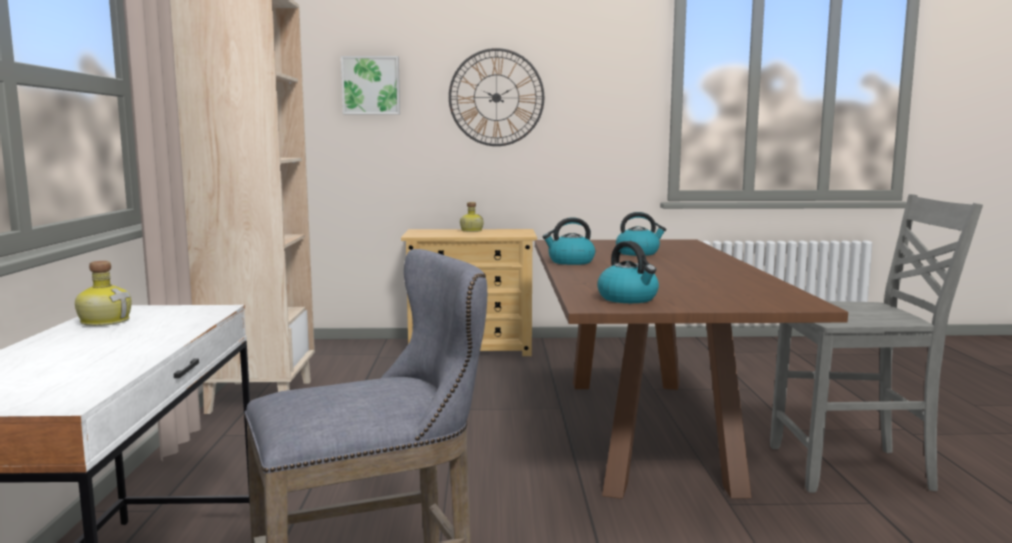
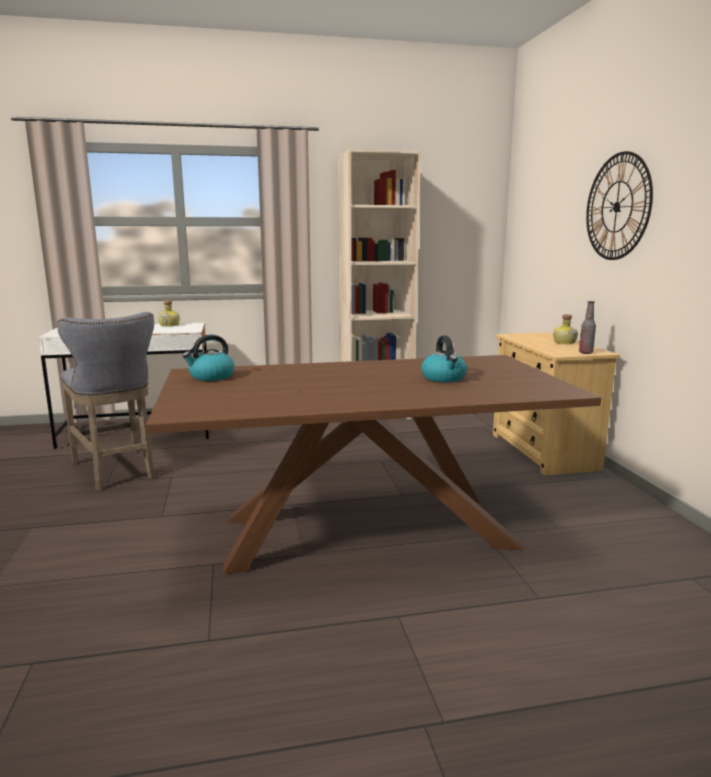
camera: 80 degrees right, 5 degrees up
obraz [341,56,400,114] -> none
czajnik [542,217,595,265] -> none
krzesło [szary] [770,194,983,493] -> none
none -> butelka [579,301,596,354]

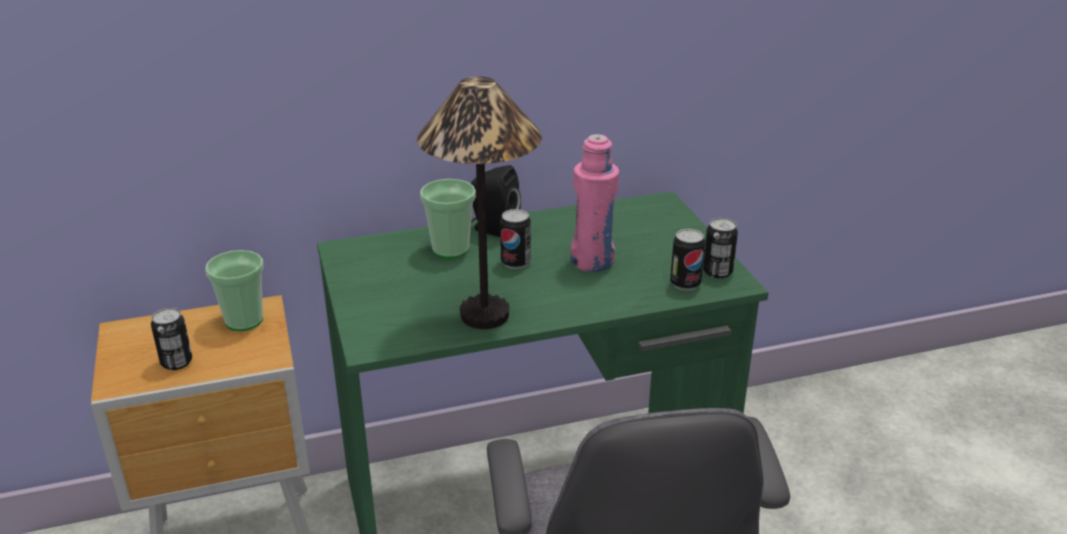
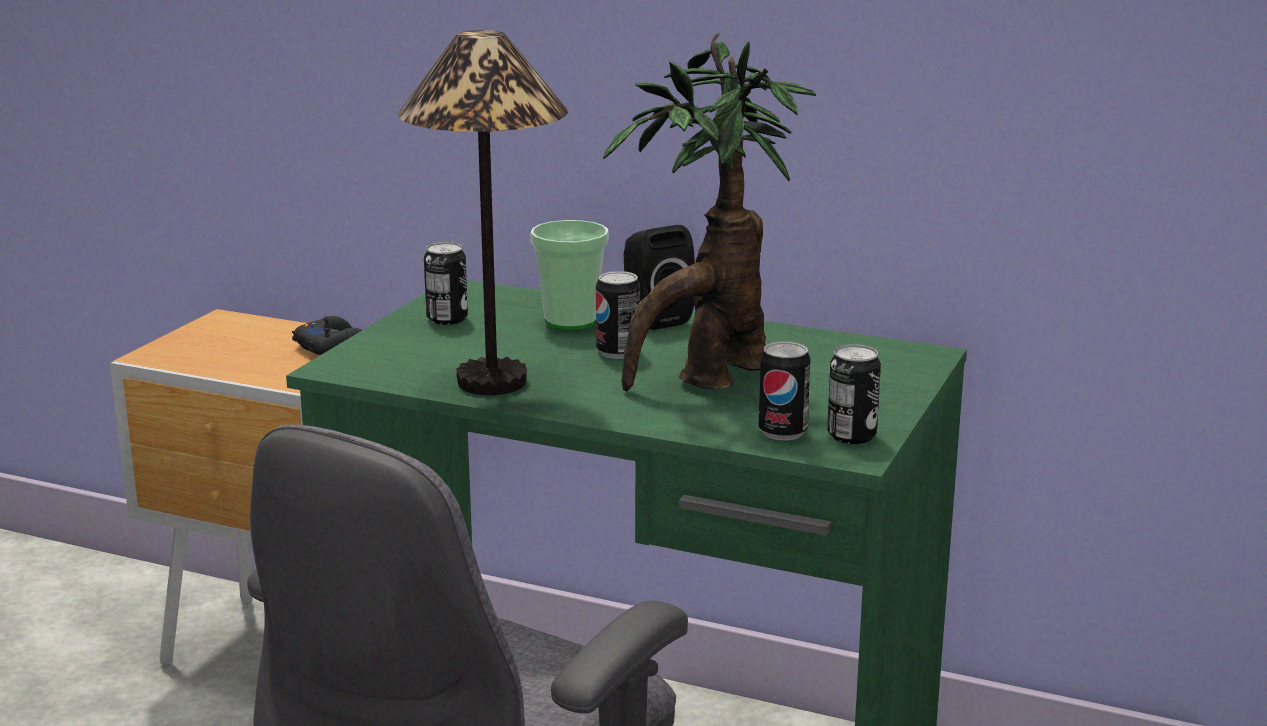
camera: 40 degrees right, 10 degrees down
puszka [151,308,192,370] -> puszka [424,242,468,325], shifted
filiżanka [205,250,264,331] -> pad do gier [czarny] [292,316,362,355]
butelka [różowy] [571,134,619,272] -> roślina doniczkowa [603,33,816,392]

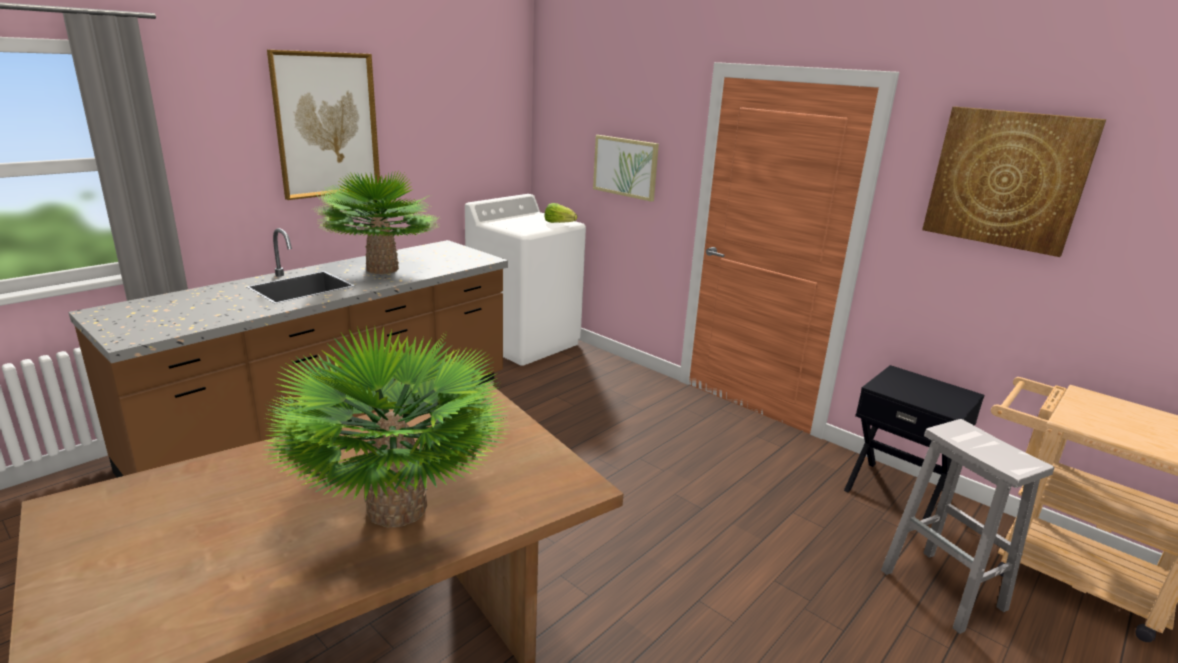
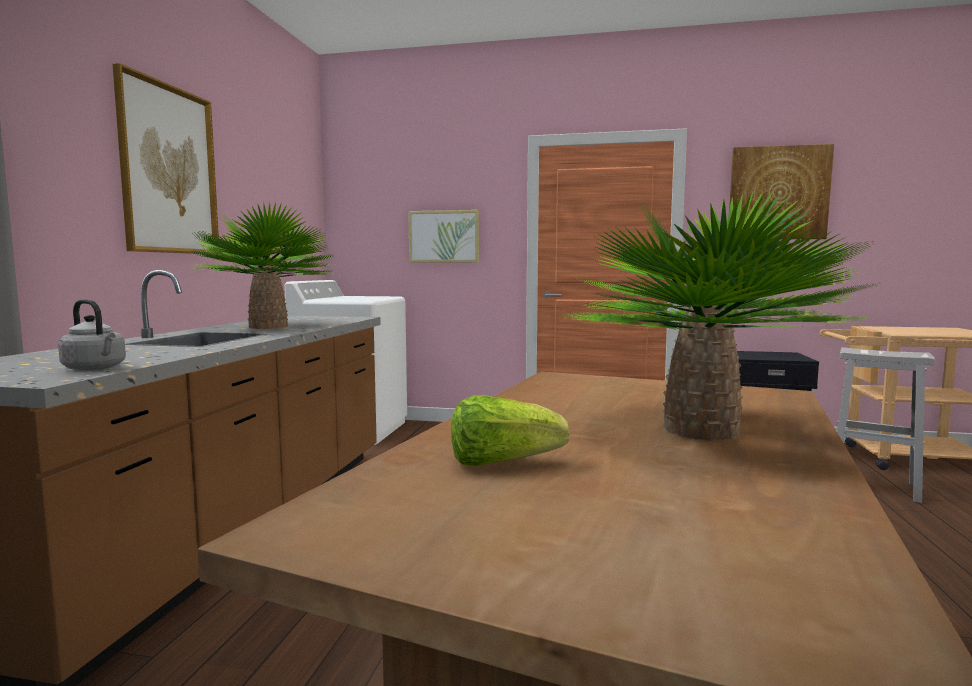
camera: 30 degrees left, 15 degrees down
none -> czajnik [szary] [58,299,126,370]
sałata [544,203,577,223] -> sałata [452,395,569,466], shifted

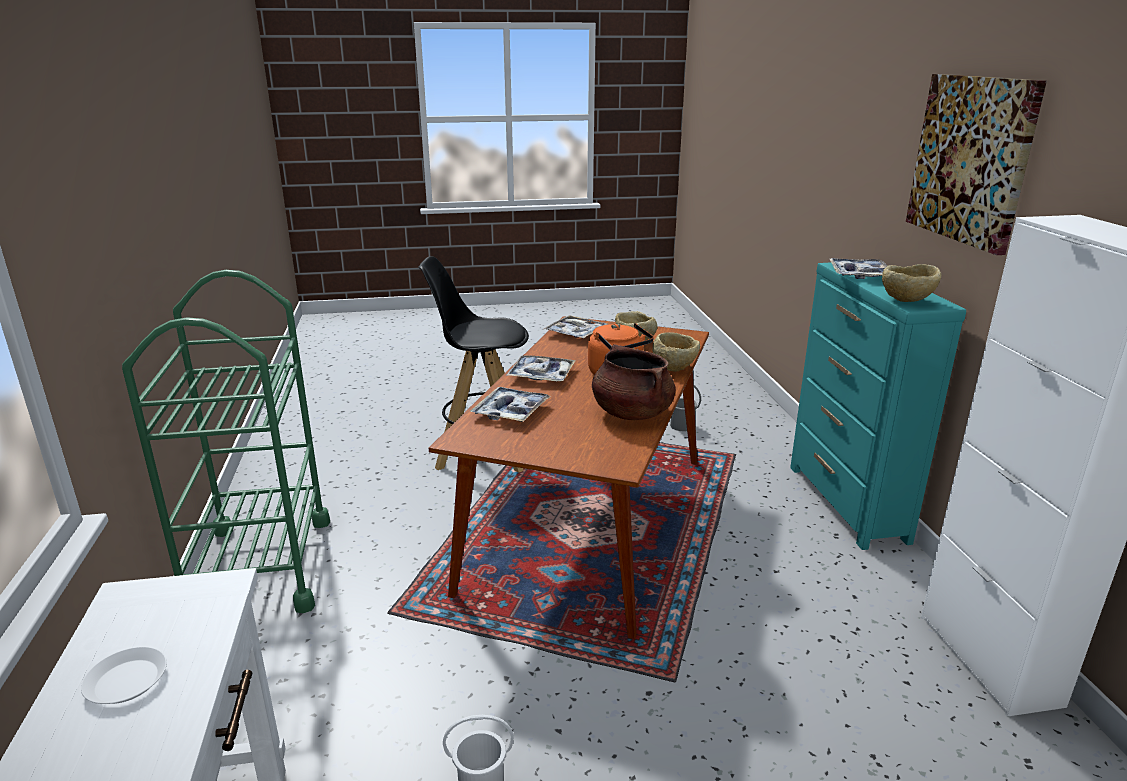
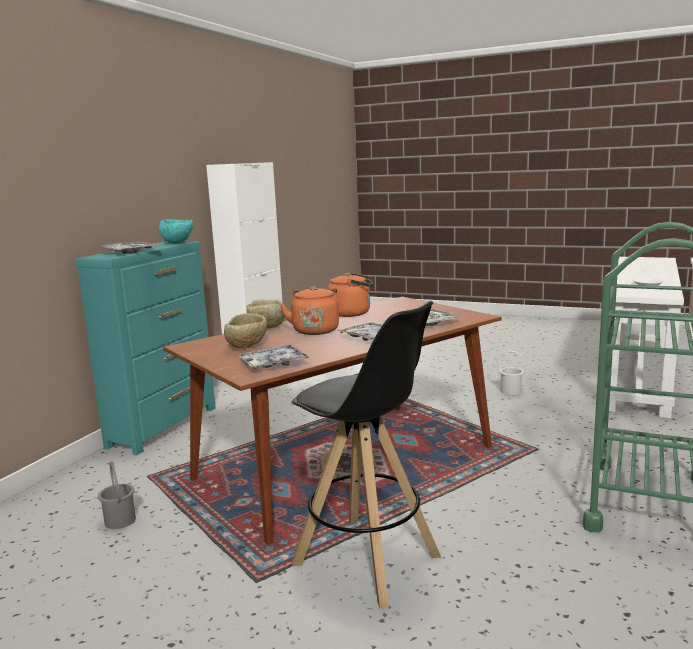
camera: 145 degrees left, 10 degrees down
obraz [906,74,1047,255] -> none
garnek [brązowy] [592,344,675,420] -> czajnik [pomarańczowy] [327,272,373,317]
miska [beżowy] [882,264,941,302] -> miska [turkusowy] [159,219,193,244]

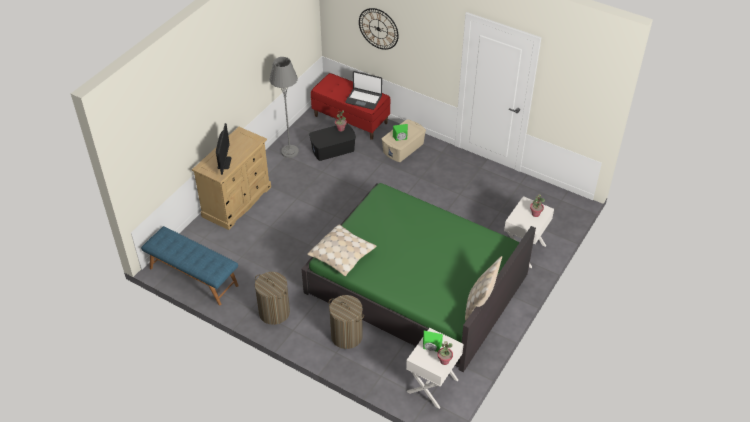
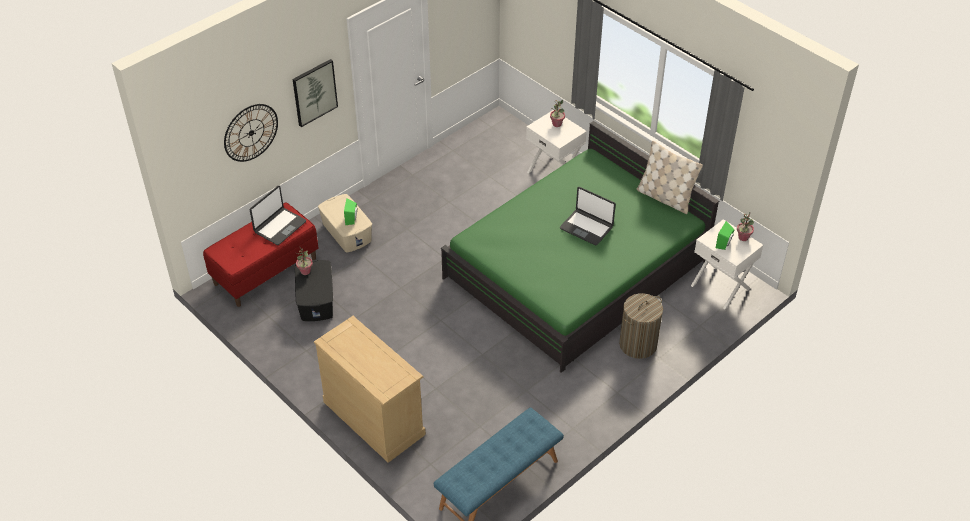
camera: 75 degrees left, 0 degrees up
monitor [216,123,231,175] -> none
kosz na pranie [255,272,290,325] -> none
lampa stojąca [szary] [269,57,299,158] -> none
poduszka [beżowy] [307,224,377,276] -> none
none -> obraz [292,59,338,127]
none -> laptop [560,187,616,245]

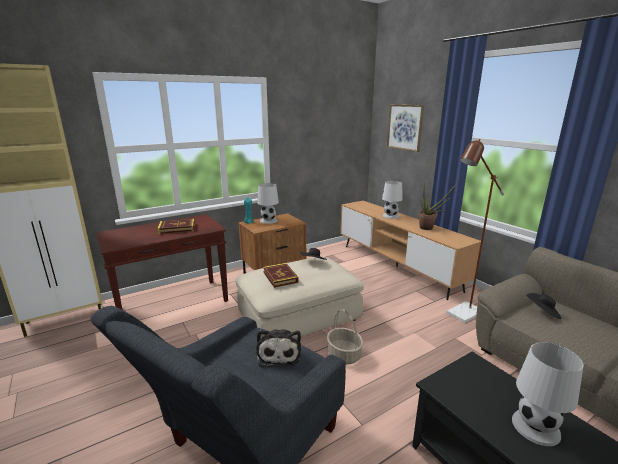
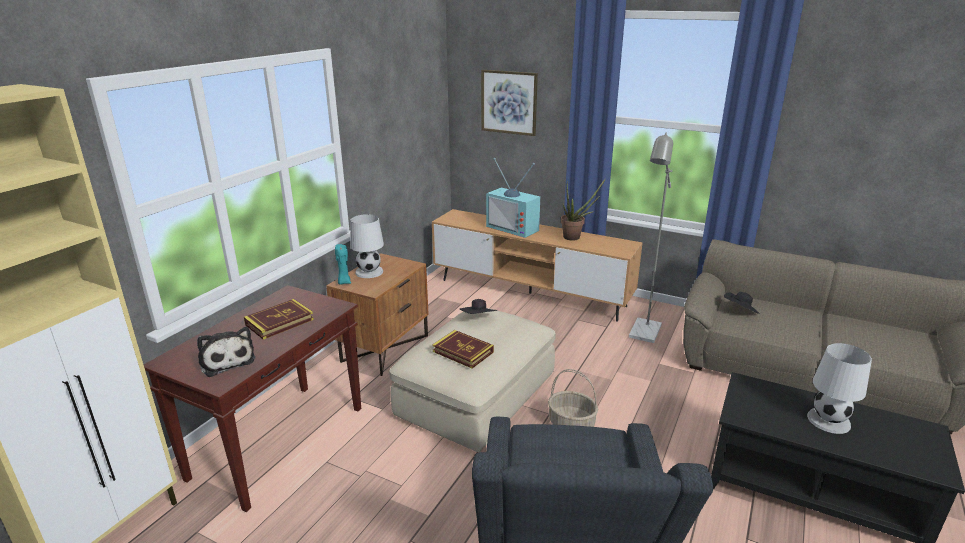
camera: 30 degrees left, 5 degrees up
pluszak [256,329,301,367] -> pluszak [197,327,256,377], shifted
lampa stołowa [biały] [382,181,403,219] -> telewizor [486,158,540,238]
lampa stojąca [brązowy] [446,139,504,323] -> lampa stojąca [szary] [629,133,673,343]

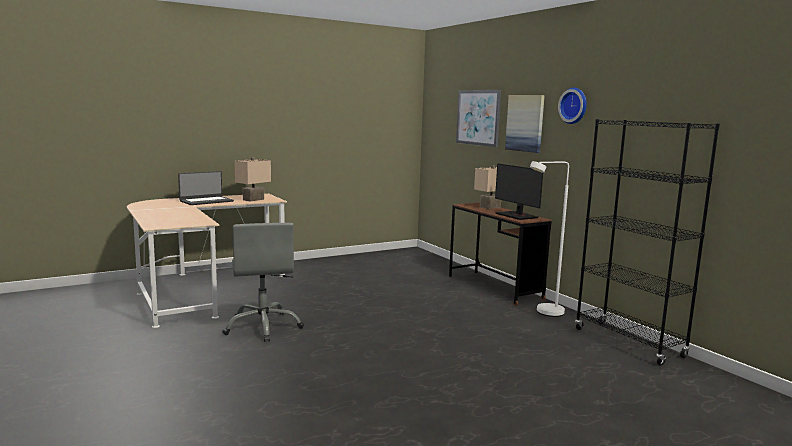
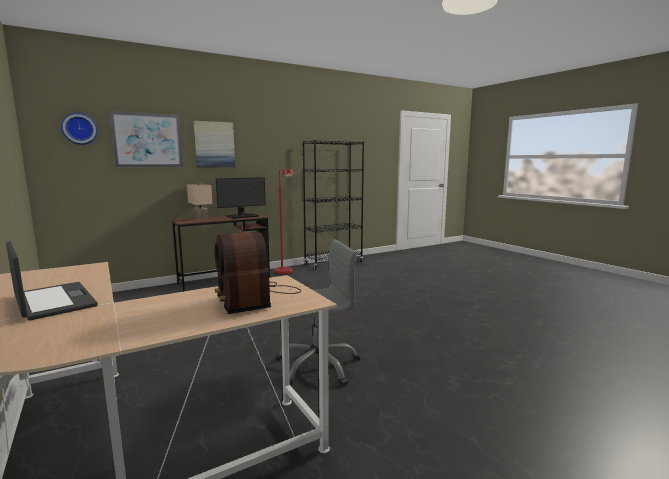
camera: 90 degrees left, 0 degrees up
lampa stołowa [beżowy] [235,157,271,202] -> none
none -> radio [215,231,301,314]
zegar ścienny [558,88,587,124] -> zegar ścienny [61,113,98,145], shifted
lampa stojąca [biały] [530,161,569,317] -> lampa stojąca [czerwony] [274,169,294,275]

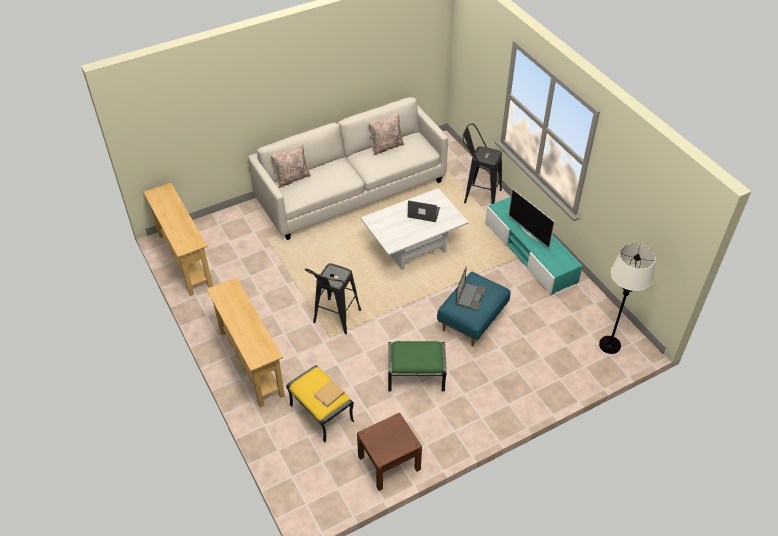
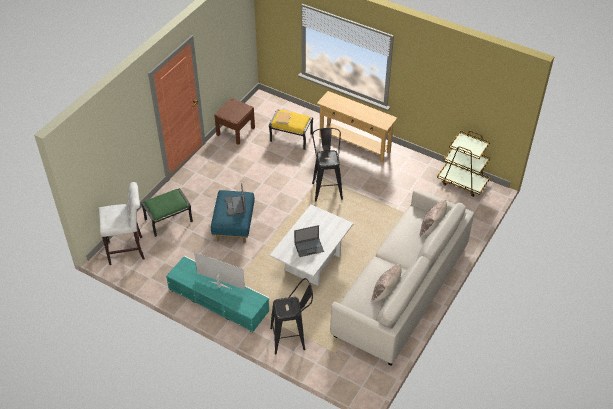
camera: 150 degrees right, 0 degrees up
pufa [zielony] [388,341,447,391] -> pufa [zielony] [141,188,193,237], shifted
stolik konsolowy [beżowy] [143,183,213,296] -> wózek [brązowy] [437,130,490,197]
lampa stojąca [biały] [599,244,656,354] -> stołek [biały] [98,182,145,265]

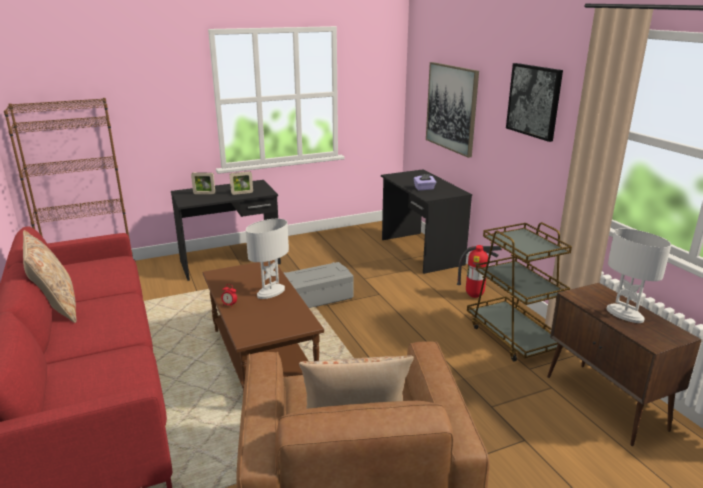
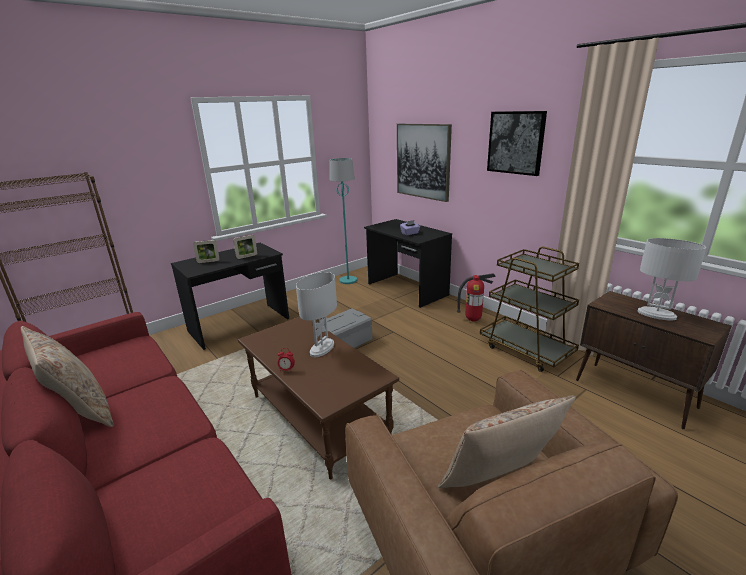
camera: 15 degrees left, 0 degrees up
none -> lampa stojąca [turkusowy] [329,158,357,284]

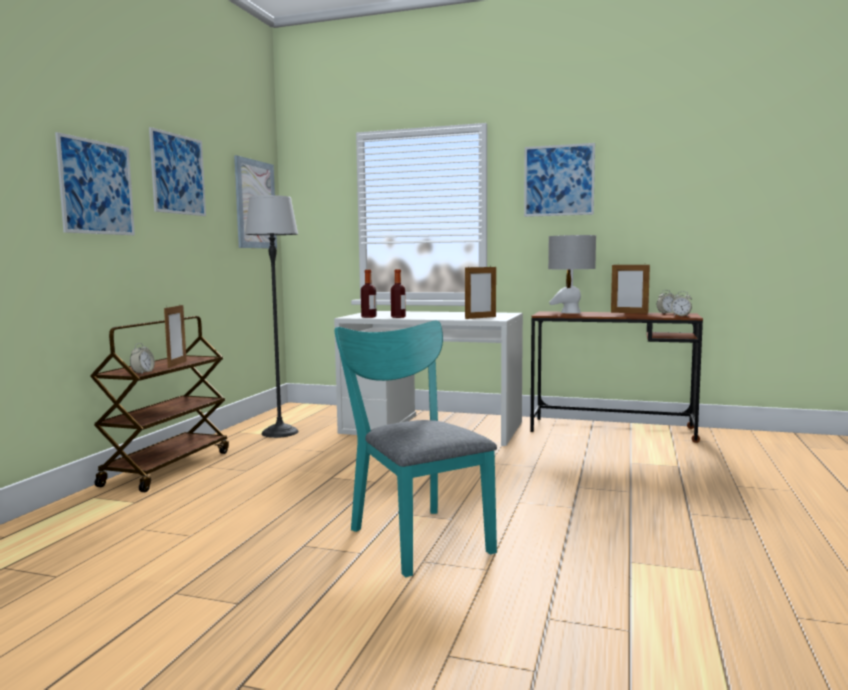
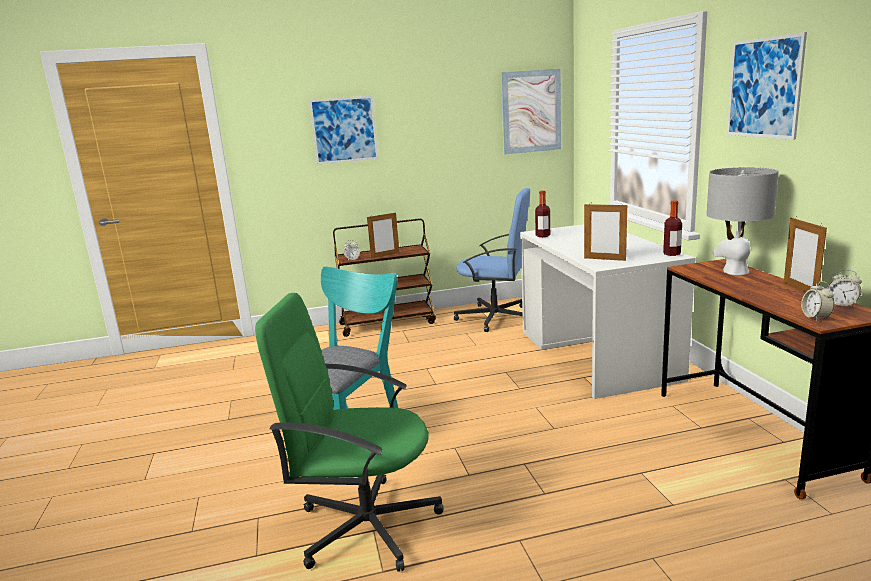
camera: 60 degrees right, 10 degrees up
obraz [149,127,206,216] -> none
none -> krzesło biurowe [zielony] [255,293,444,572]
butelka [391,269,406,318] -> butelka [663,201,682,256], shifted
lampa stojąca [245,195,299,438] -> krzesło biurowe [niebieski] [453,188,530,332]

